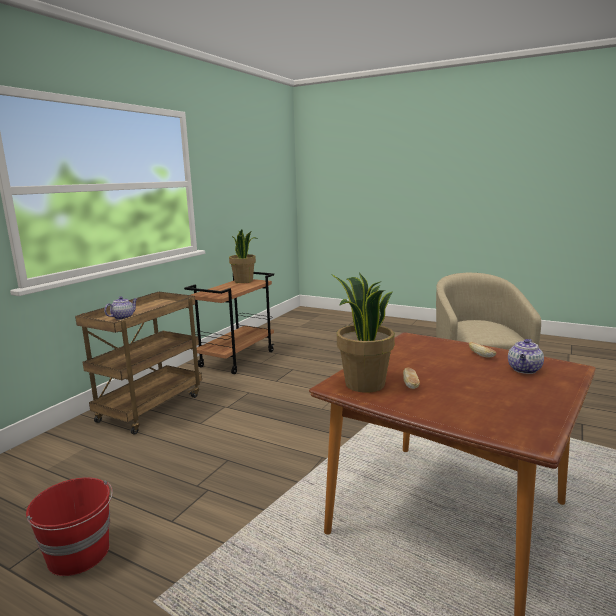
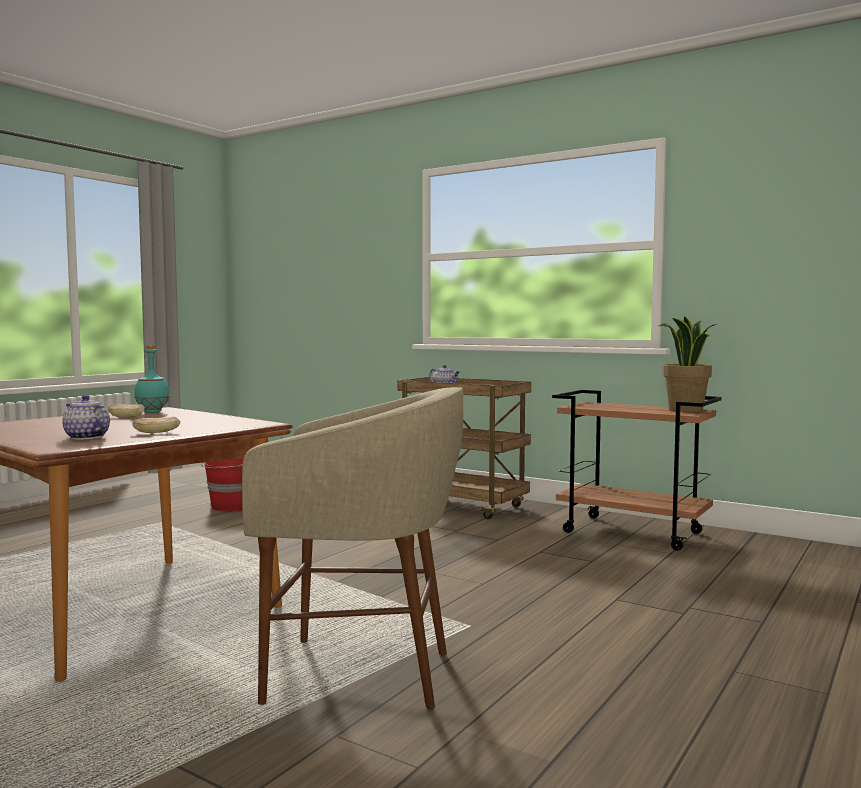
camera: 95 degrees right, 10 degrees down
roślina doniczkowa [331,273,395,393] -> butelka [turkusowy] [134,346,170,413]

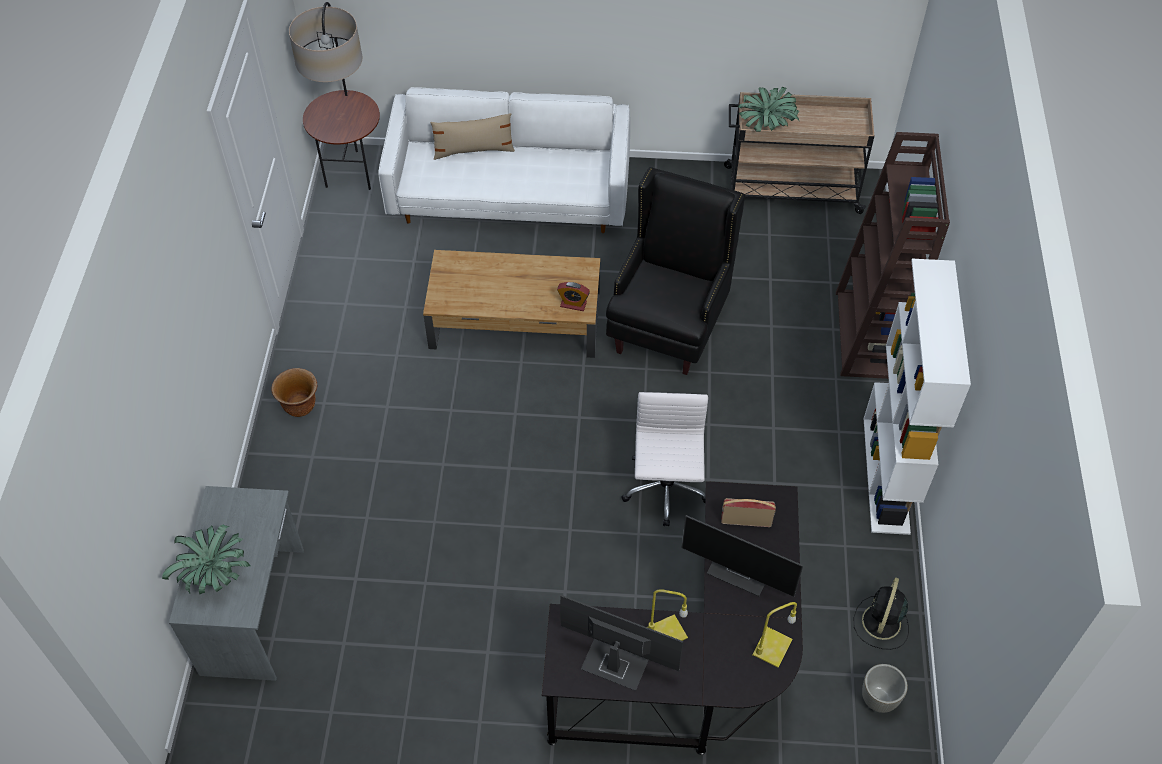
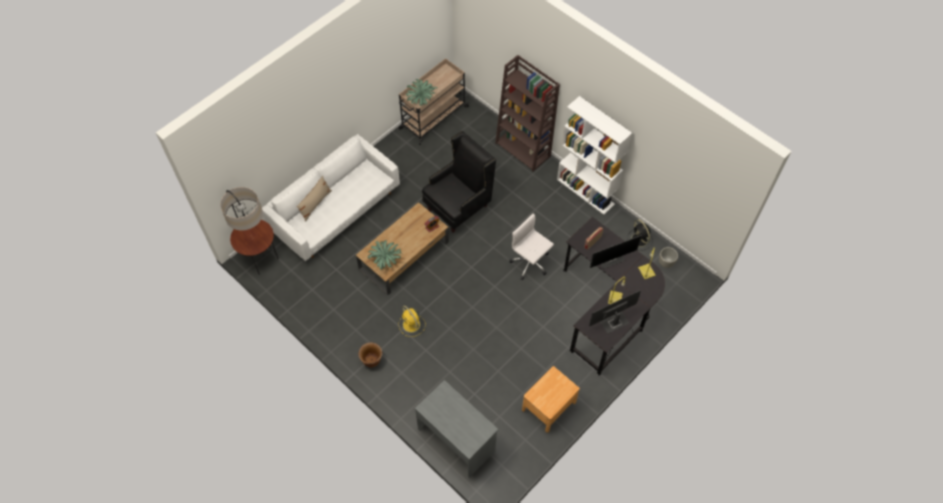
camera: 50 degrees left, 5 degrees up
none -> wentylator [żółty] [398,305,426,337]
none -> szafka nocna [brązowy] [522,366,580,433]
roślina doniczkowa [162,524,251,595] -> roślina doniczkowa [367,240,401,270], shifted
fotel [czarny] [606,167,745,375] -> fotel [czarny] [422,131,496,233], 75 degrees clockwise

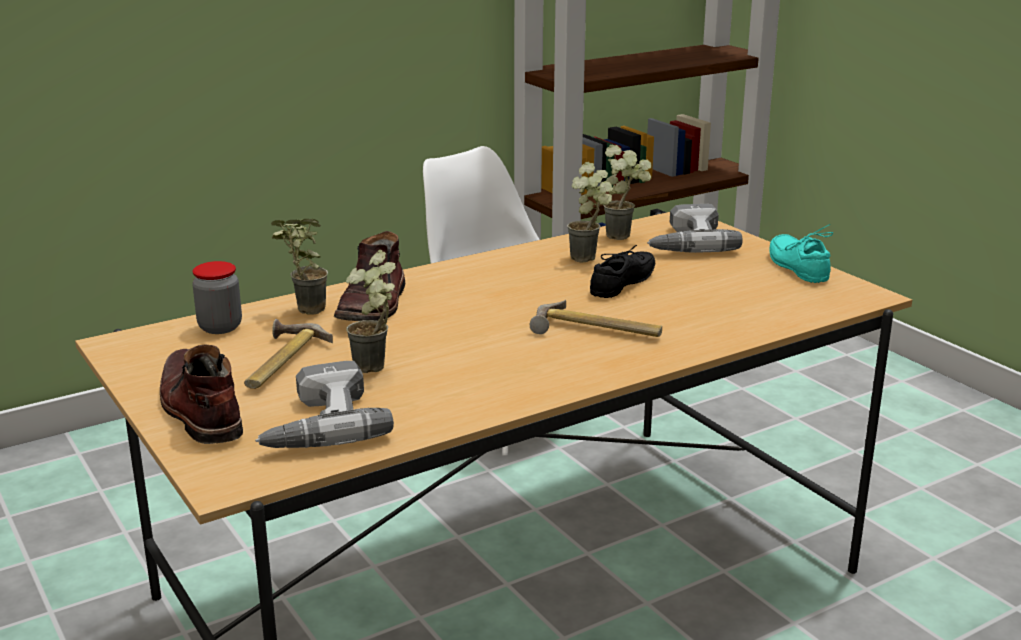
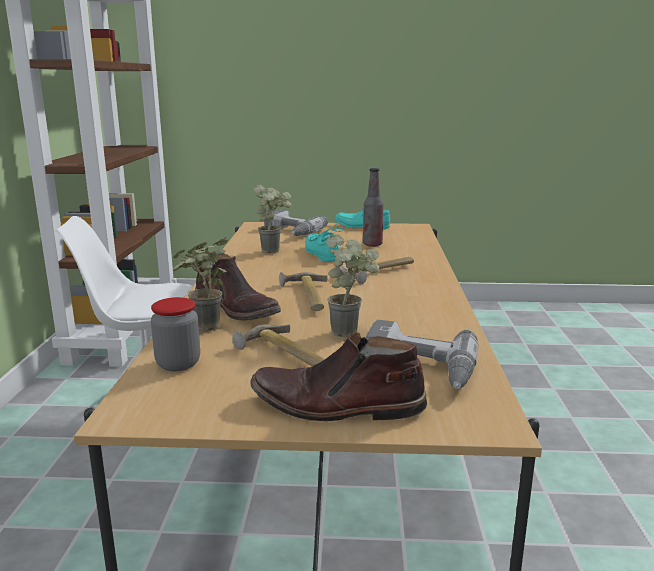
camera: 55 degrees left, 5 degrees down
roślina doniczkowa [603,144,652,240] -> none
none -> młotek [279,272,327,311]
none -> butelka [363,168,383,247]
but [czarny] [590,245,655,298] -> but [turkusowy] [305,222,344,262]

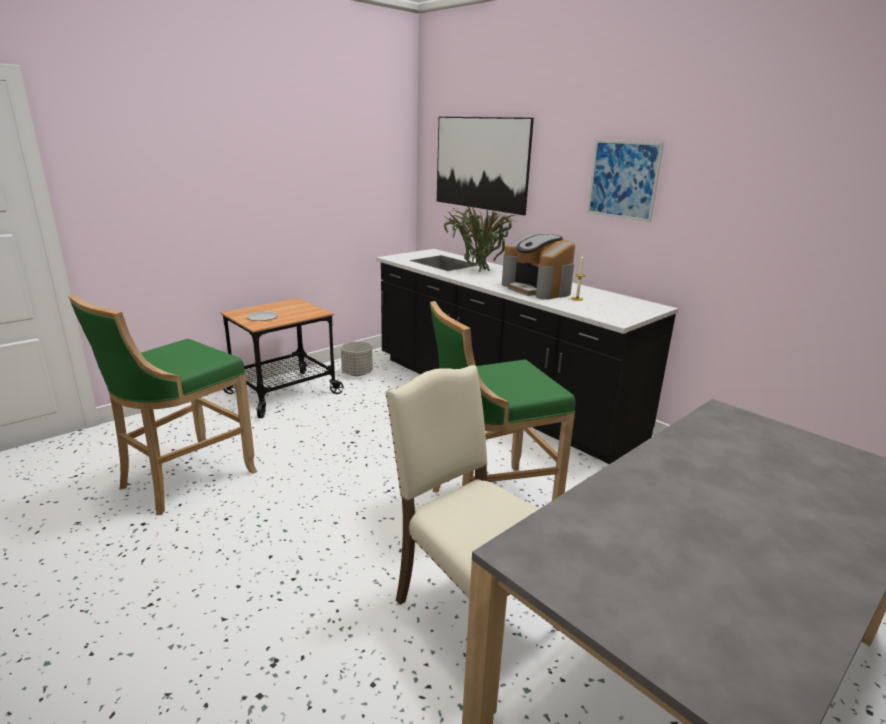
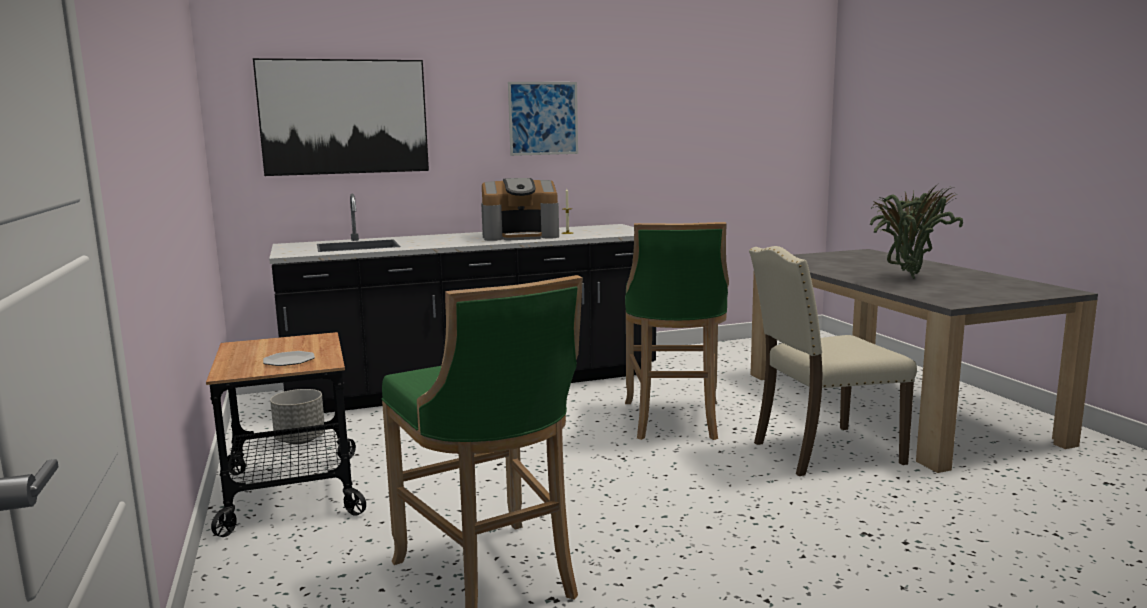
camera: 65 degrees left, 10 degrees down
roślina doniczkowa [444,204,516,272] -> roślina doniczkowa [870,183,963,279], shifted

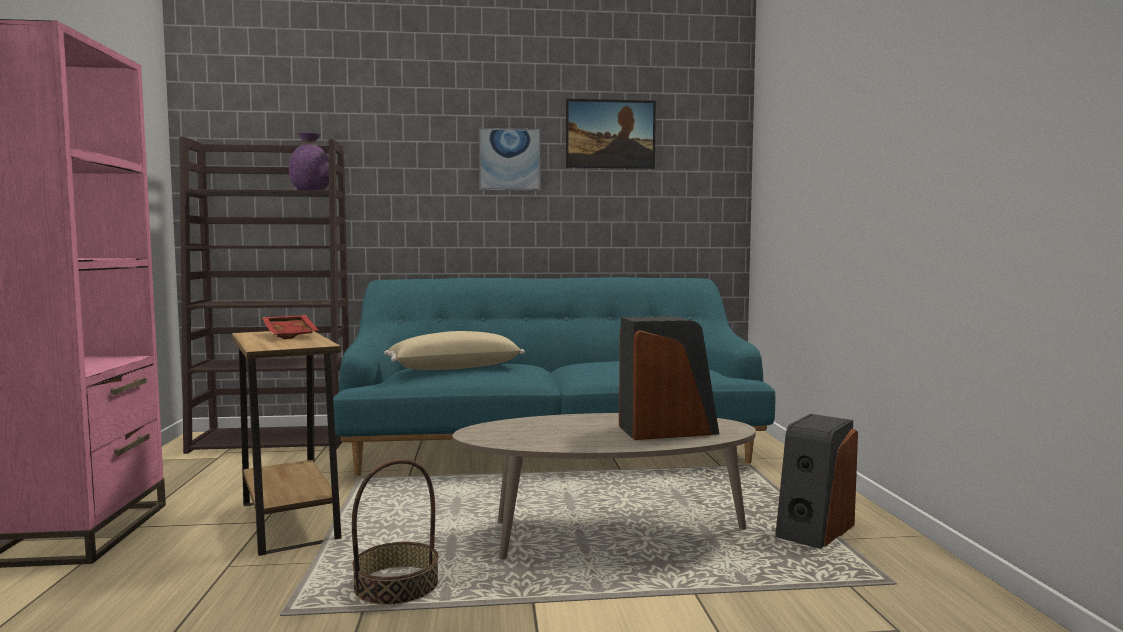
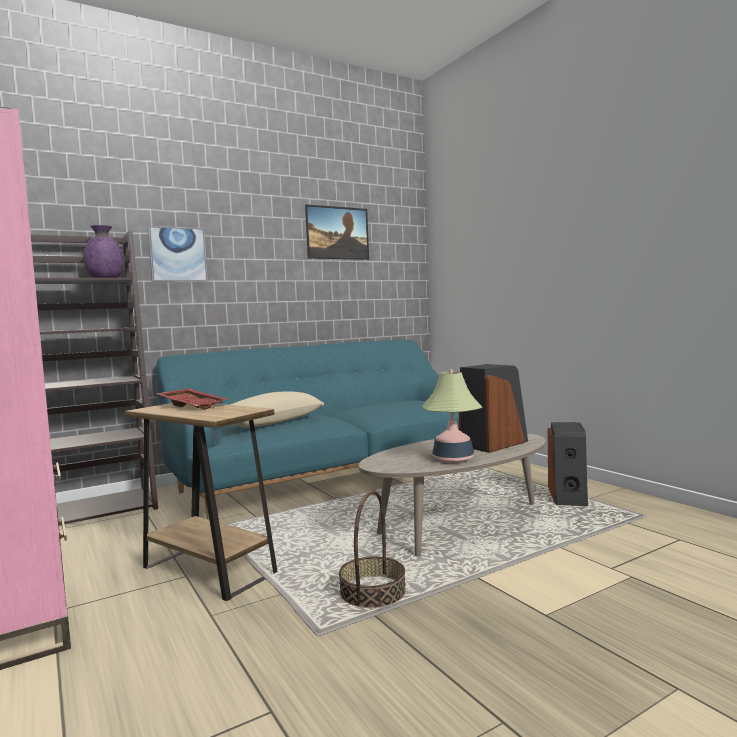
camera: 25 degrees left, 0 degrees up
none -> lampa stołowa [422,369,483,463]
obraz [479,128,541,191] -> obraz [148,226,208,282], shifted

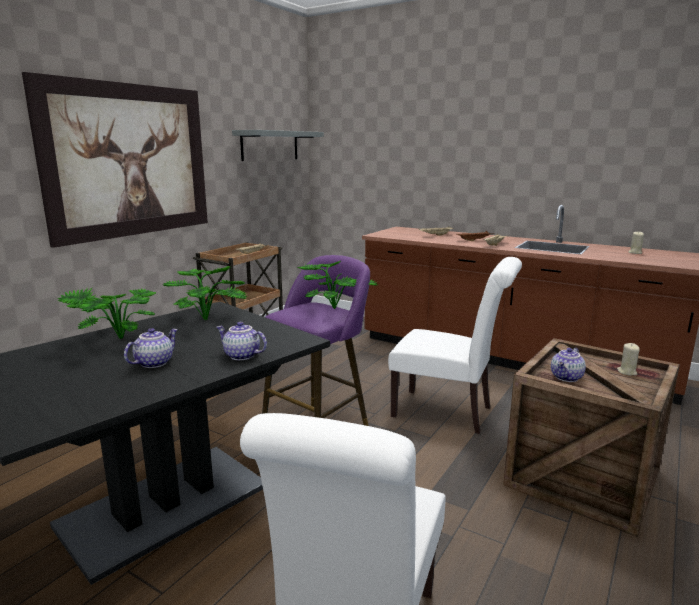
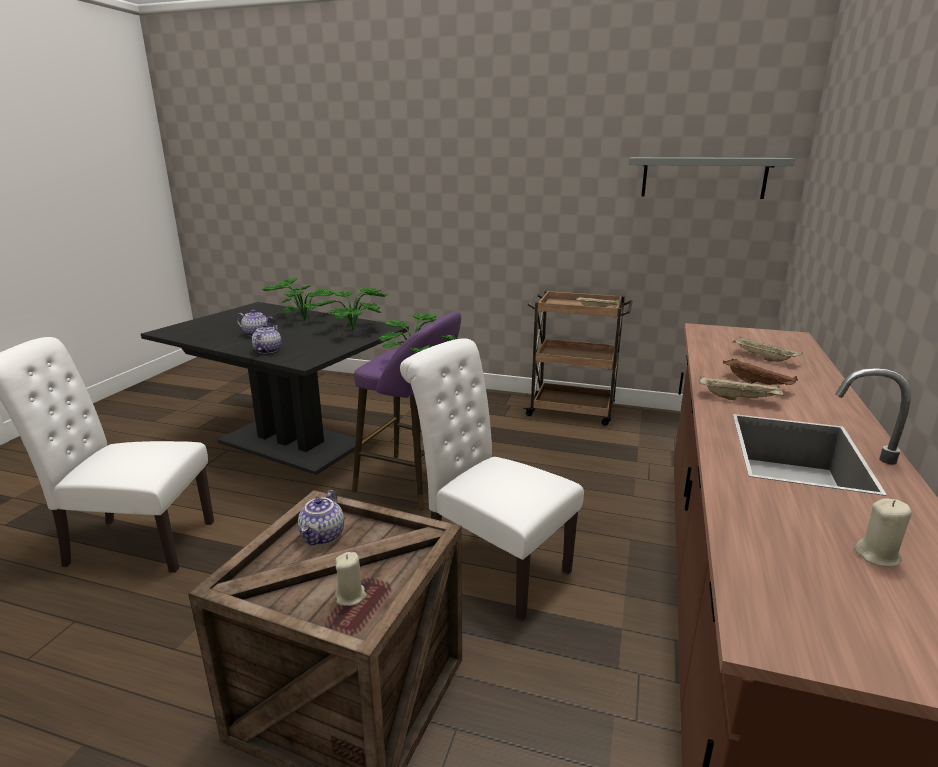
camera: 75 degrees right, 5 degrees up
obraz [22,72,208,248] -> none
krzesło [biały] [388,257,522,434] -> krzesło [biały] [400,338,584,621], 120 degrees clockwise
imbryk [551,348,586,382] -> imbryk [298,490,344,546], 105 degrees counterclockwise

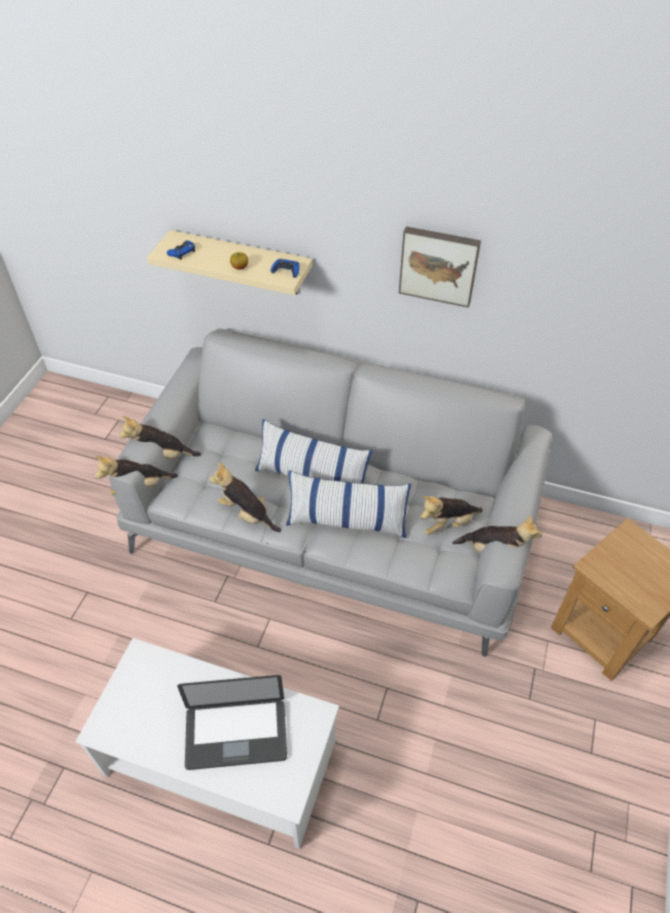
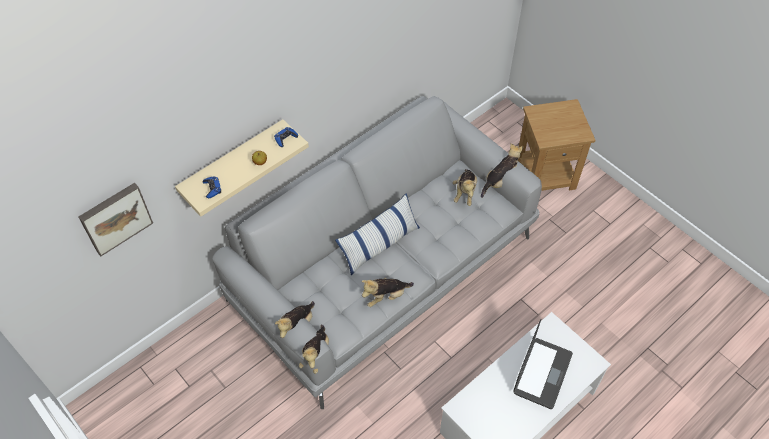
camera: 60 degrees left, 5 degrees up
poduszka [286,470,411,538] -> none
obraz [399,226,481,308] -> obraz [79,183,153,256], shifted

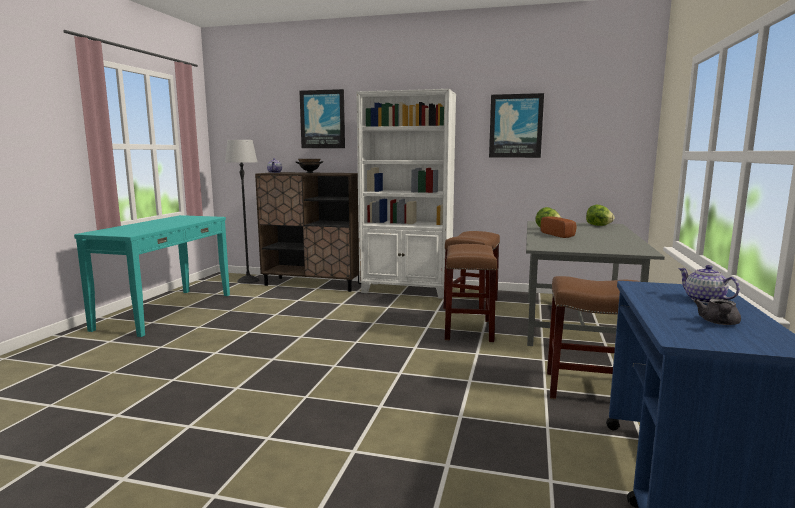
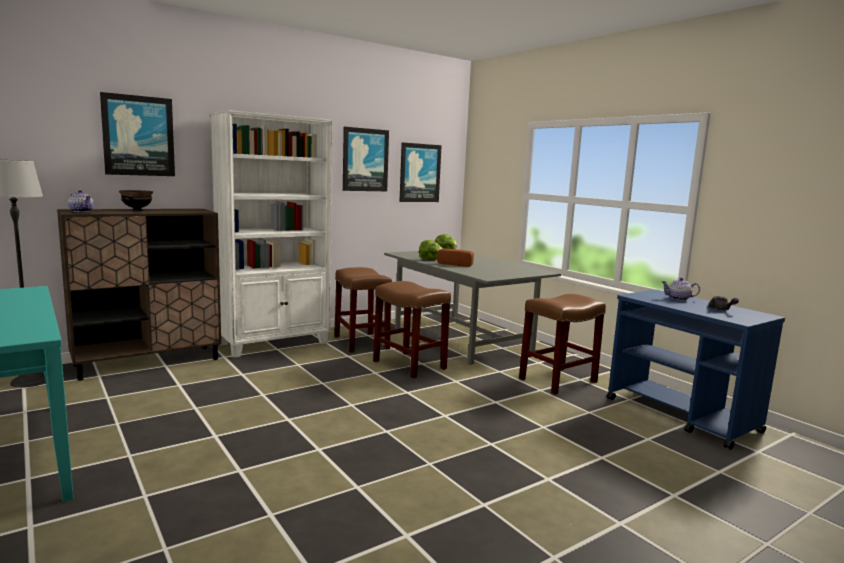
camera: 50 degrees left, 0 degrees up
none -> obraz [399,142,442,202]

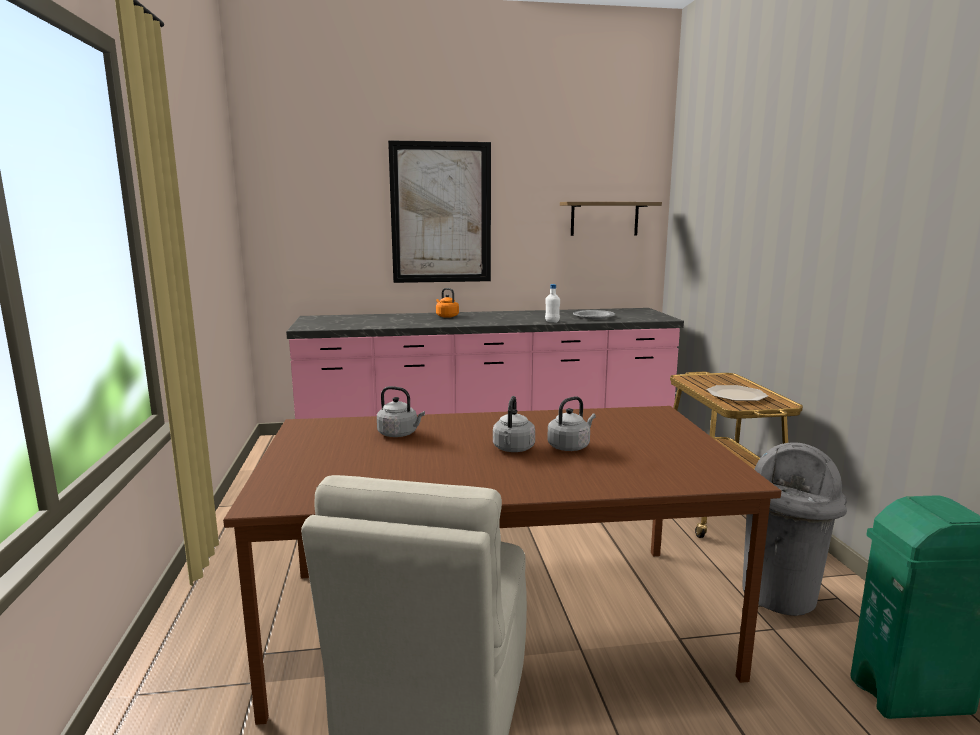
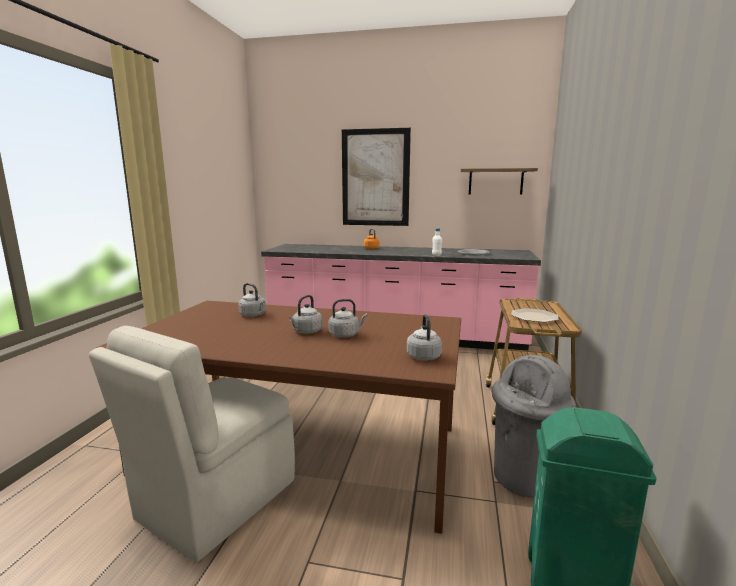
camera: 20 degrees right, 0 degrees up
none -> czajnik [szary] [407,314,442,361]

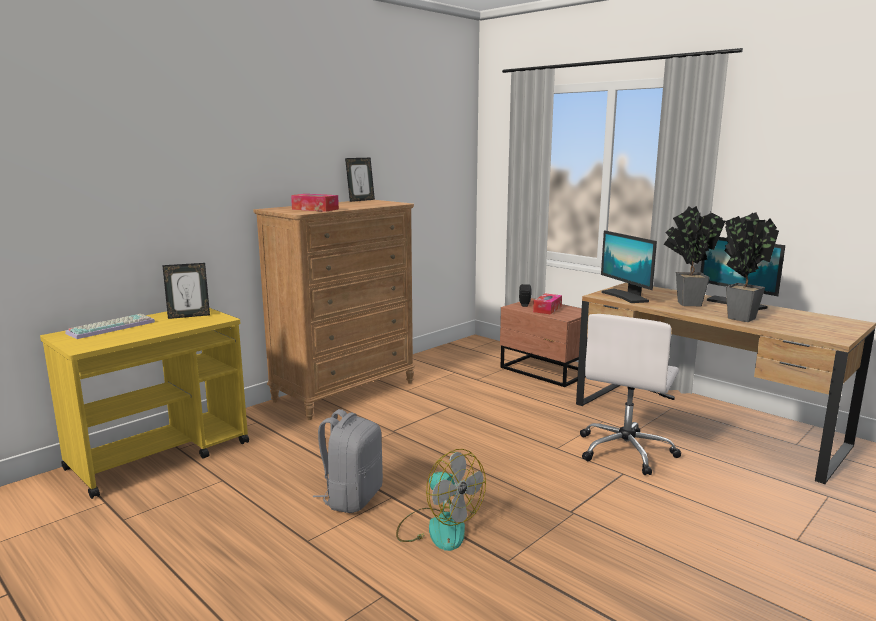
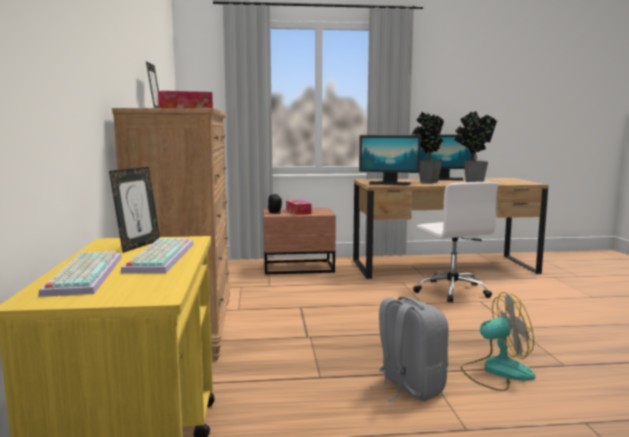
camera: 50 degrees left, 5 degrees down
none -> klawiatura [121,238,194,273]

